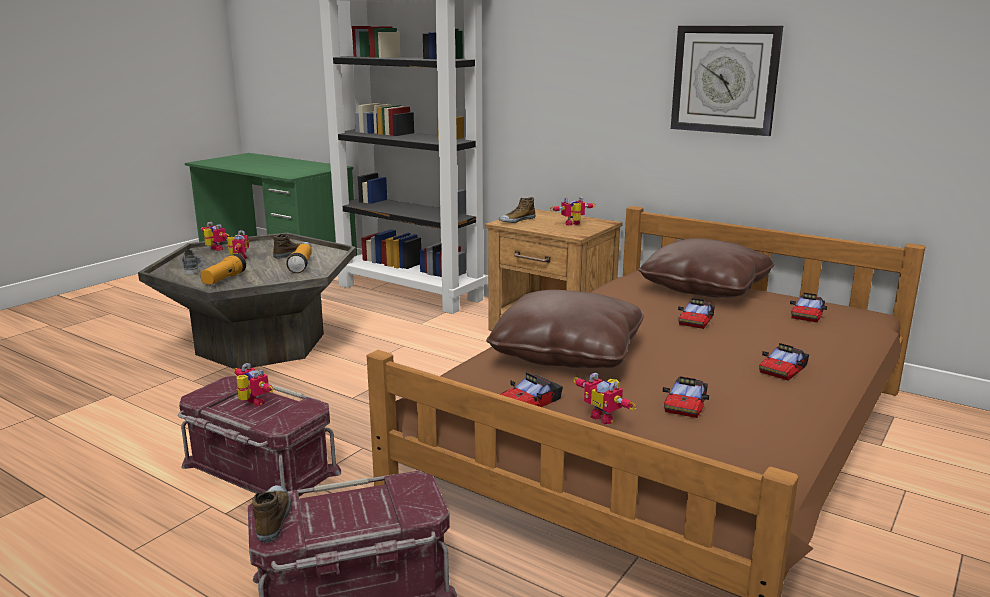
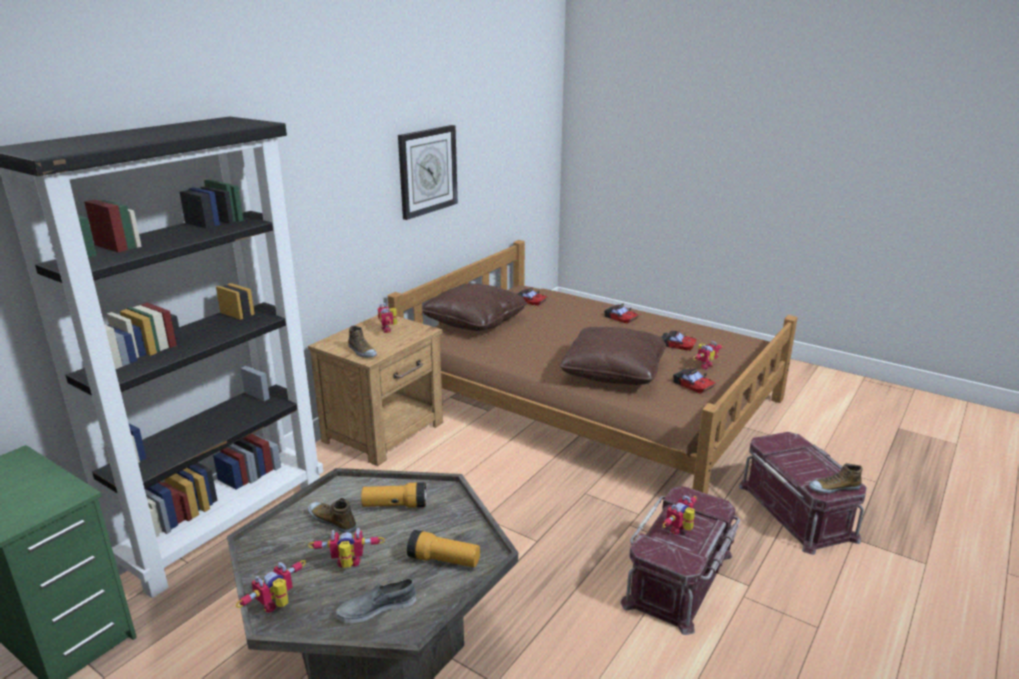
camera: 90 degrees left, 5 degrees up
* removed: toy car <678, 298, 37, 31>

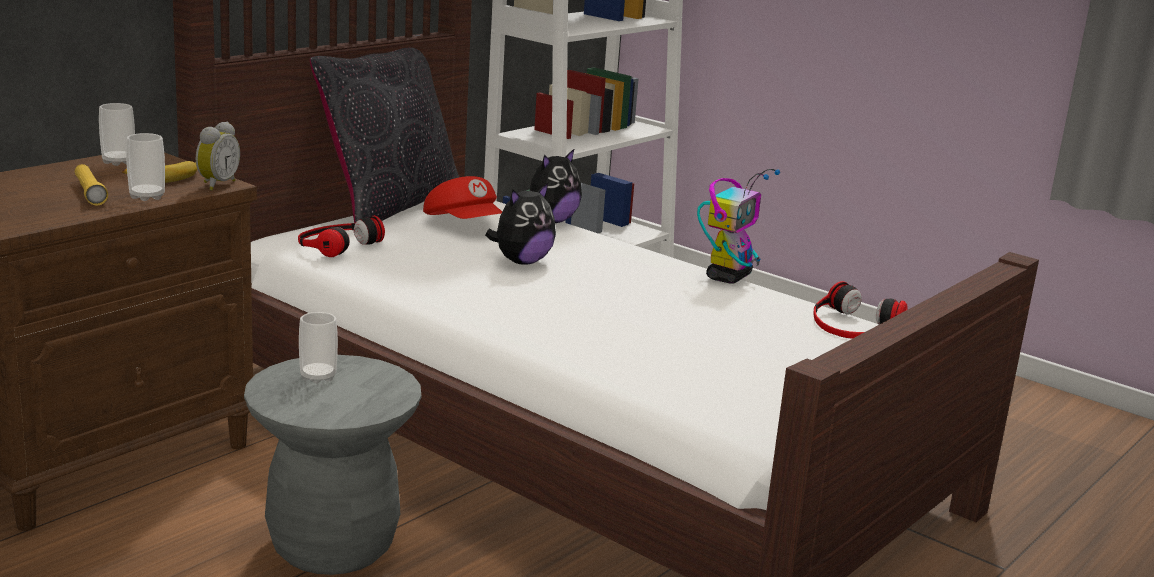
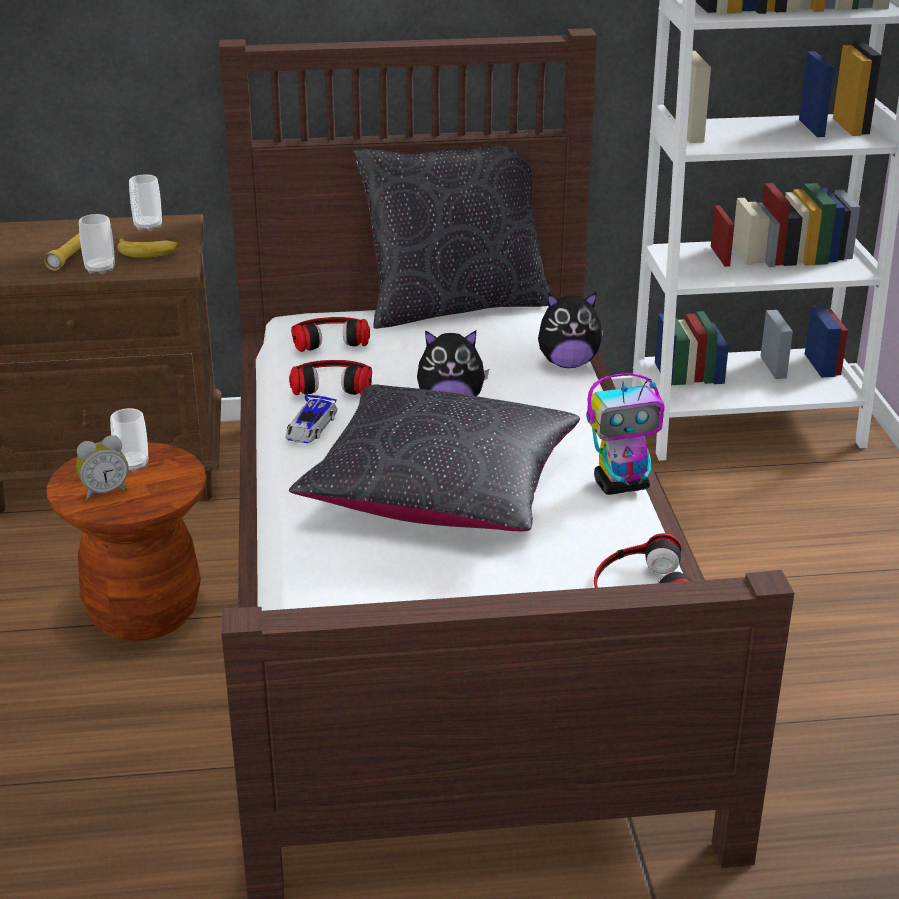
camera: 45 degrees right, 10 degrees up
* moved: alarm clock <196, 121, 44, 70> to <76, 435, 53, 66>
* recoloured: stool (grey) <244, 355, 177, 220> to stool (brown) <47, 442, 160, 199>
* removed: cap (red) <423, 176, 79, 43>
* added: toy car <286, 395, 52, 48>
* added: headphones <289, 360, 83, 35>
* added: pillow (black) <289, 384, 291, 147>

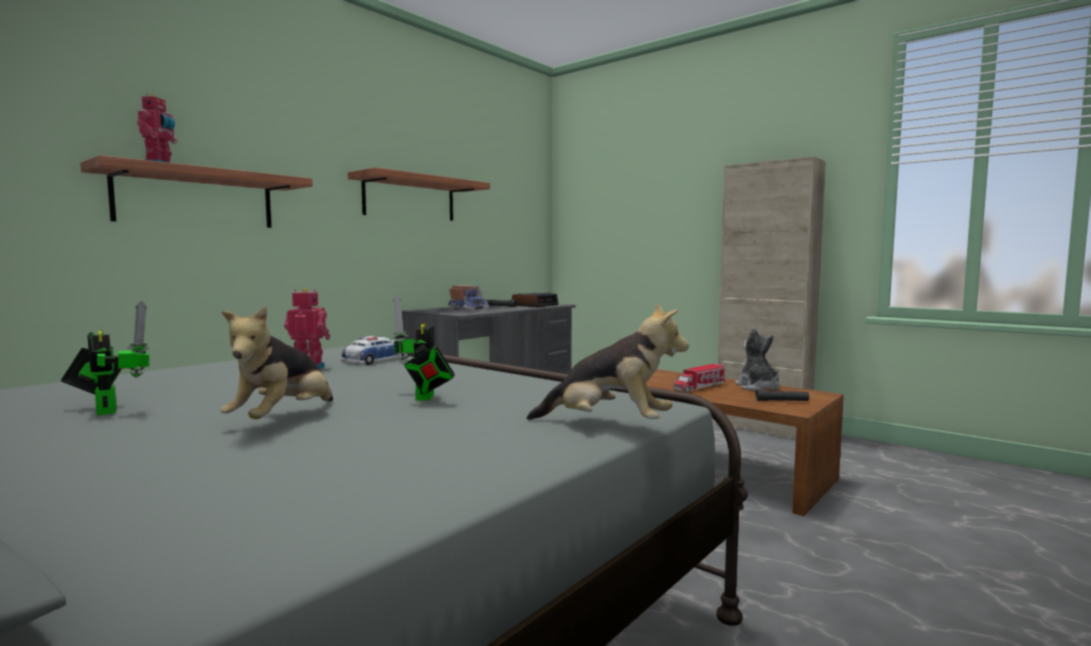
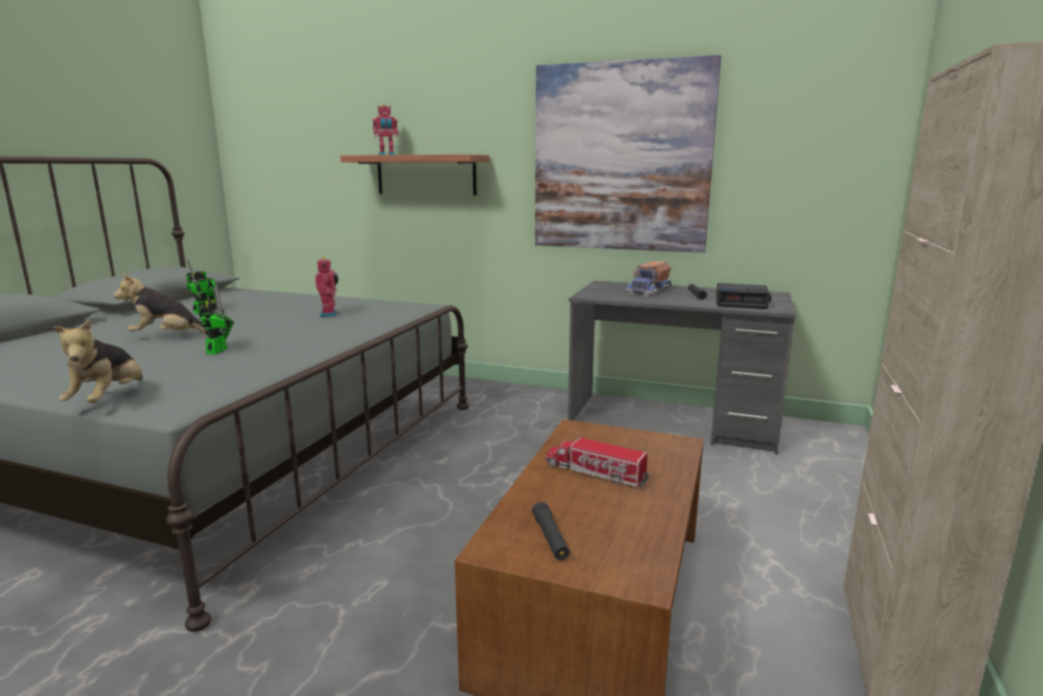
camera: 70 degrees right, 10 degrees up
* removed: toy car <341, 336, 69, 29>
* replaced: shelf <348, 167, 142, 54> to picture <535, 55, 186, 198>
* turned: toy robot <392, 294, 63, 106> = <198, 285, 36, 69> 120 degrees clockwise
* removed: plush toy <735, 328, 44, 63>

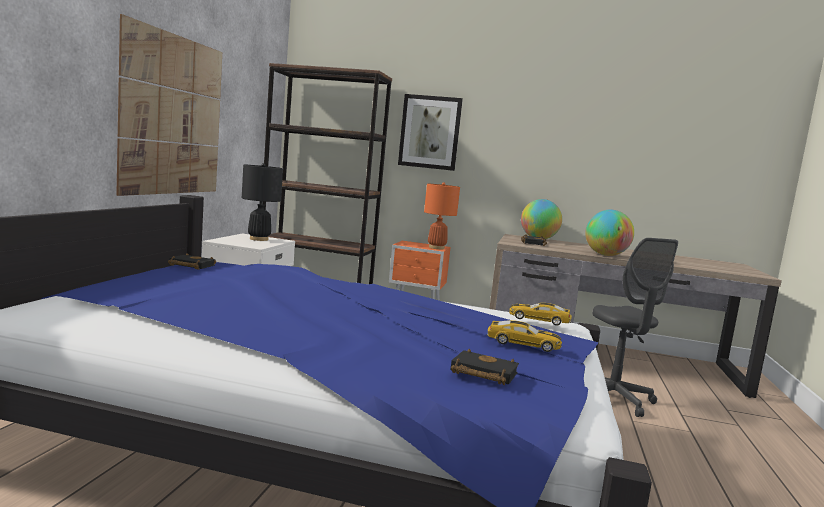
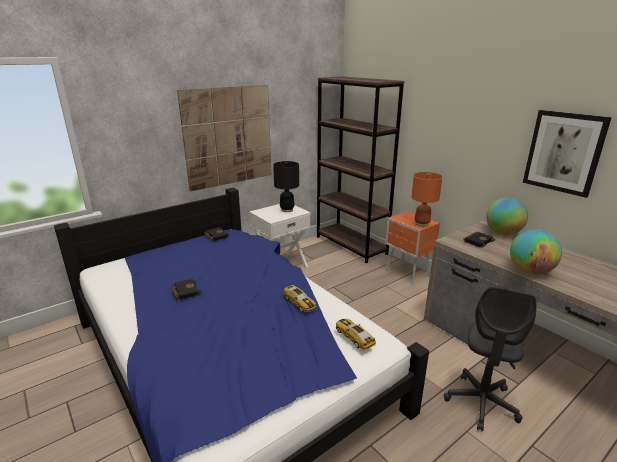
camera: 40 degrees right, 15 degrees up
* moved: picture <398, 94, 65, 77> to <523, 110, 89, 88>
* moved: book (black) <450, 349, 69, 36> to <171, 279, 31, 21>
* moved: toy car <487, 320, 75, 32> to <283, 285, 33, 27>

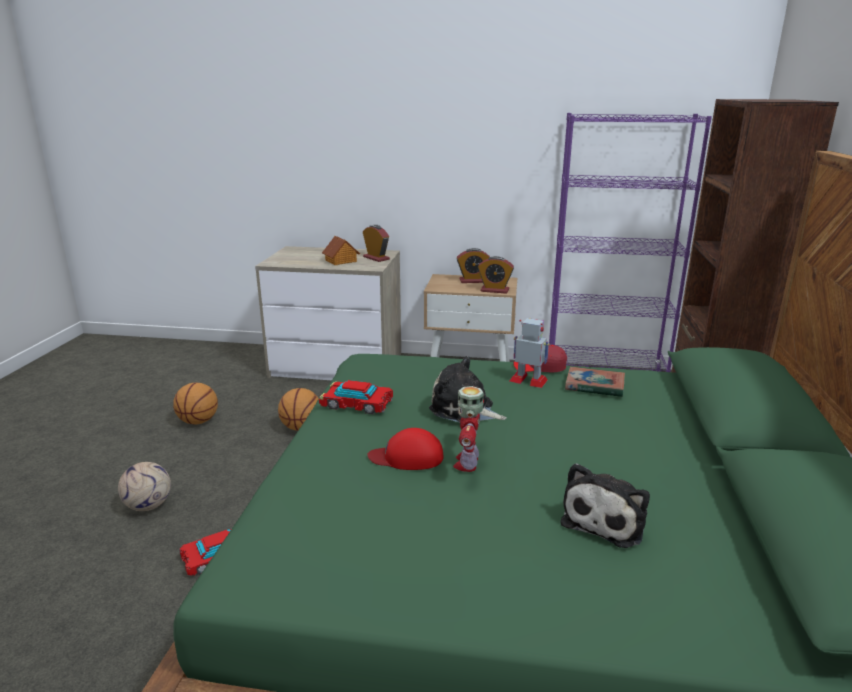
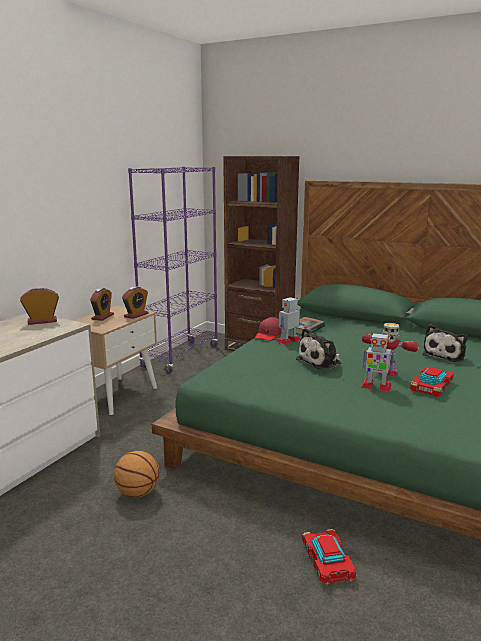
camera: 70 degrees left, 5 degrees down
* removed: football <118, 462, 53, 49>
* removed: basketball <173, 383, 45, 42>
* moved: toy car <319, 380, 74, 34> to <410, 367, 44, 30>
* removed: toy house <322, 236, 38, 29>
* replaced: cap (red) <368, 428, 76, 42> to toy robot <361, 332, 34, 60>
* turned: plush toy <561, 463, 89, 85> = <422, 324, 45, 38> 75 degrees clockwise

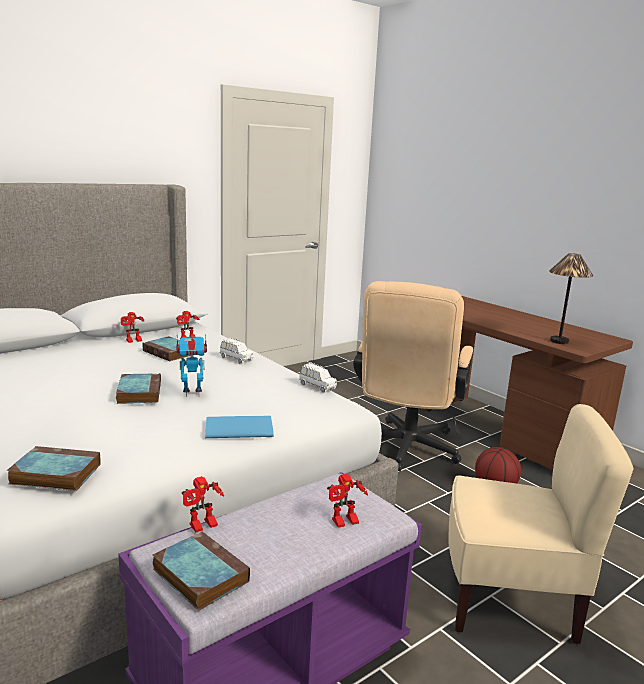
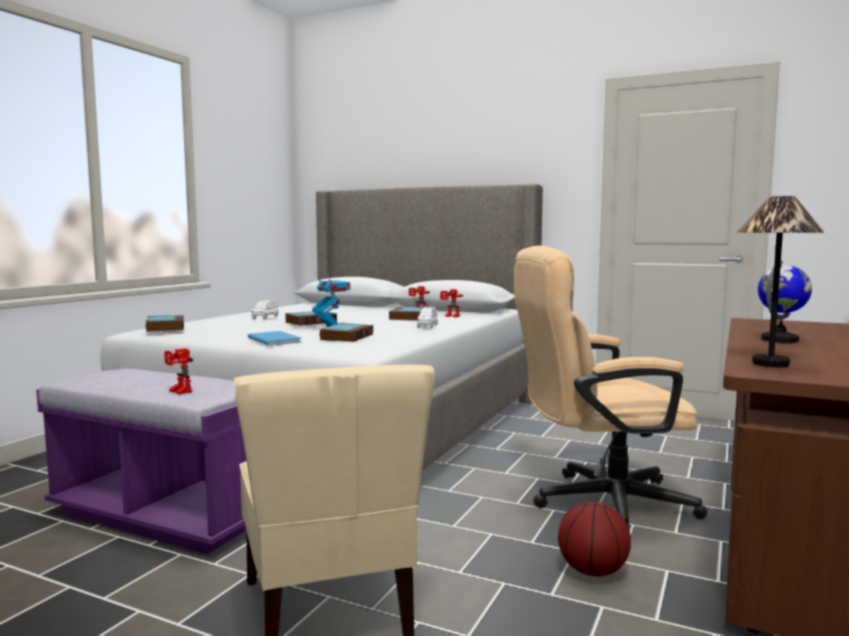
camera: 65 degrees right, 10 degrees down
* moved: book <153, 531, 97, 80> to <319, 323, 54, 19>
* removed: toy robot <182, 476, 42, 56>
* moved: toy car (white) <299, 363, 38, 30> to <251, 299, 27, 21>
* added: globe <758, 261, 54, 82>

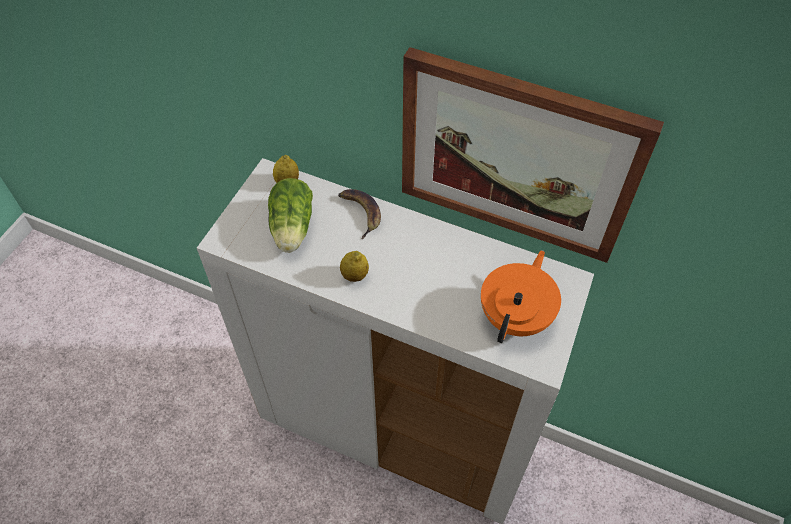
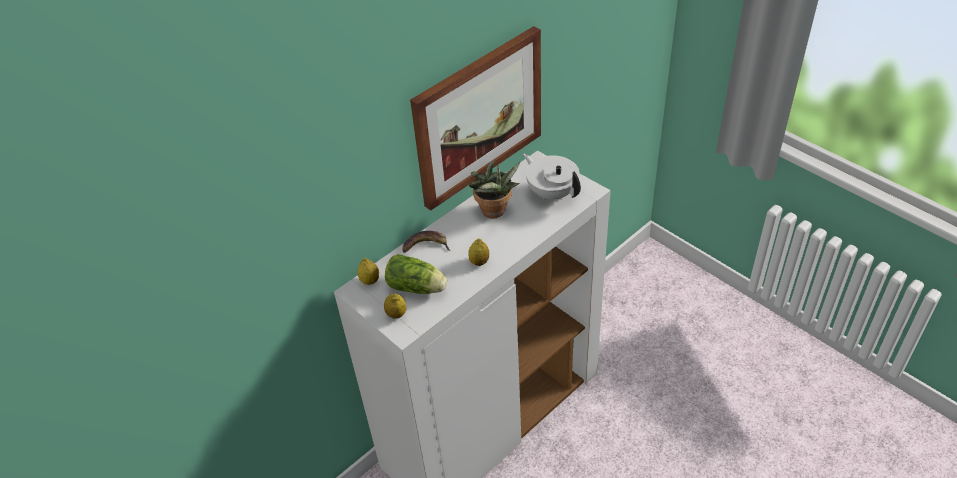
camera: 65 degrees left, 10 degrees down
* recoloured: teapot (orange) <481, 250, 80, 93> to teapot (white) <523, 153, 58, 47>
* added: lemon <384, 294, 22, 25>
* added: potted plant <468, 160, 52, 59>

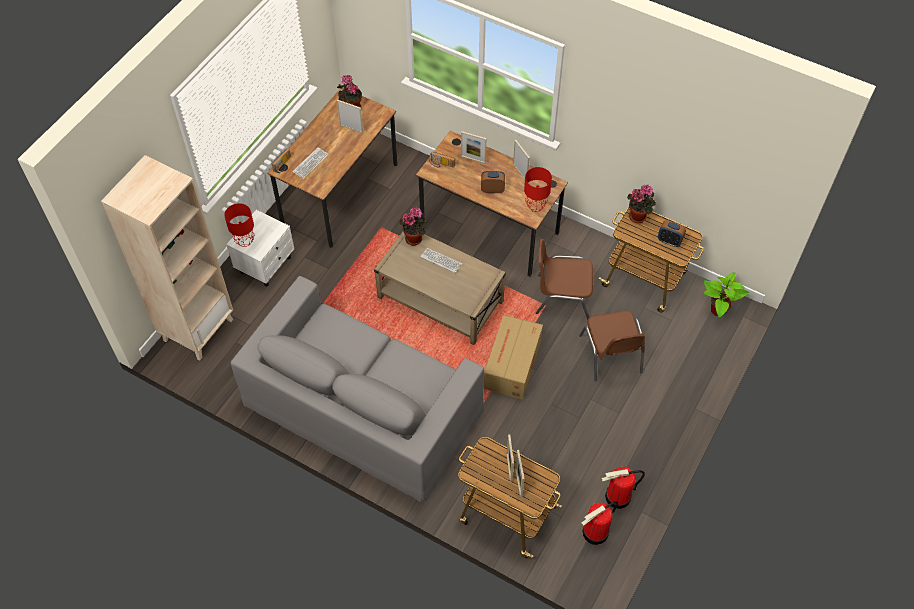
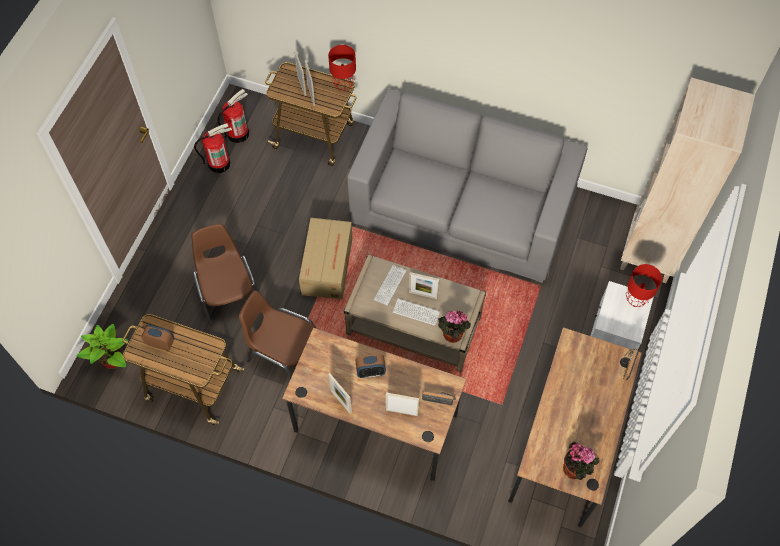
camera: 170 degrees right, 5 degrees up
* moved: keyboard <293, 147, 36, 32> to <374, 265, 33, 41>
* moved: picture frame <337, 100, 26, 33> to <409, 272, 30, 27>
* moved: table lamp (red) <524, 167, 28, 45> to <328, 45, 28, 47>
* turned: chair (brown) <536, 239, 57, 80> = <239, 290, 77, 88> 150 degrees counterclockwise
* removed: potted plant <627, 185, 29, 38>

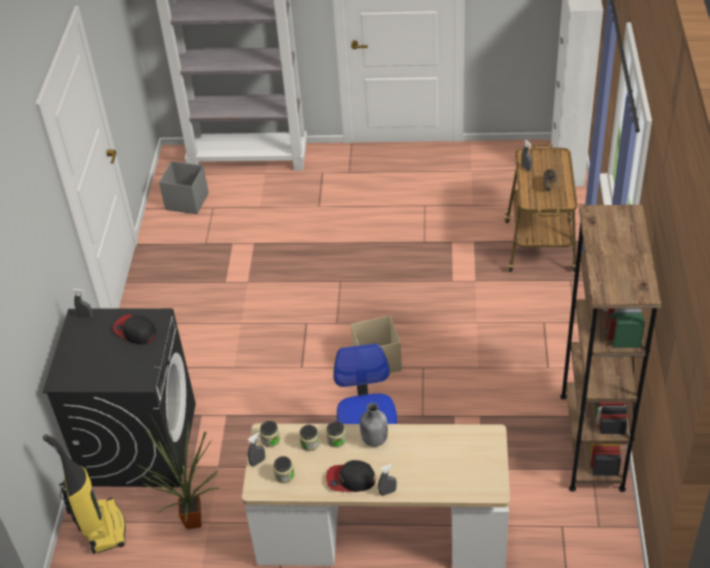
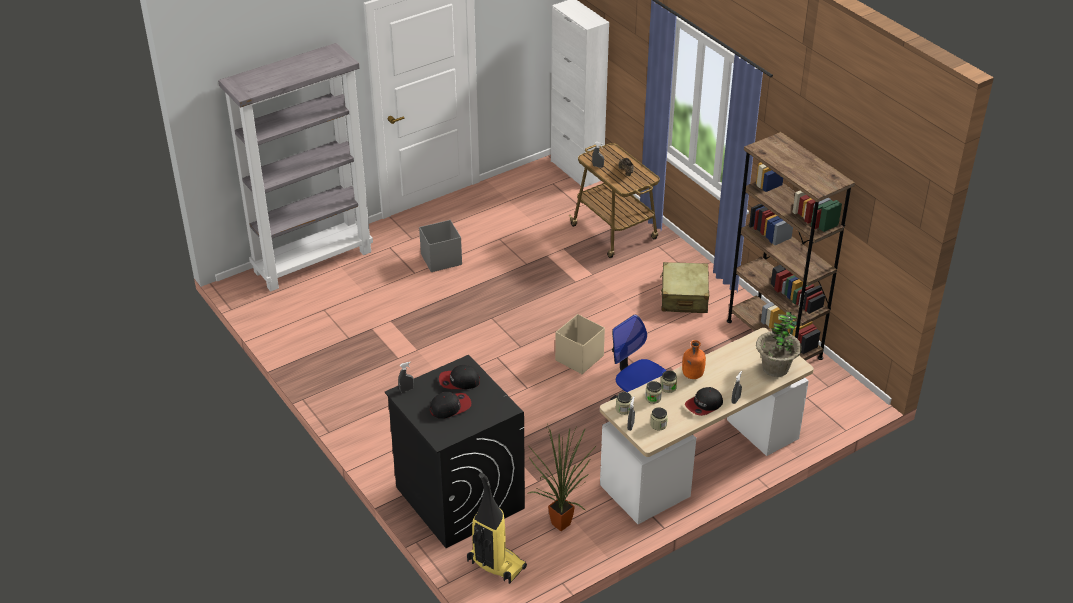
camera: 40 degrees left, 5 degrees down
* moved: storage box (grey) <159, 161, 50, 53> to <419, 220, 43, 52>
* recoloured: bottle (grey) <360, 403, 28, 44> to bottle (orange) <682, 340, 24, 39>
* added: cap <430, 392, 41, 27>
* added: suitcase (beige) <660, 262, 49, 51>
* added: potted plant <756, 312, 46, 65>

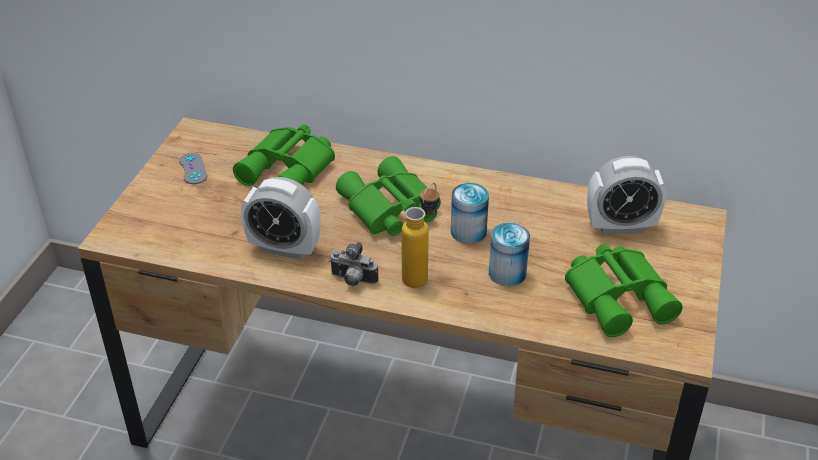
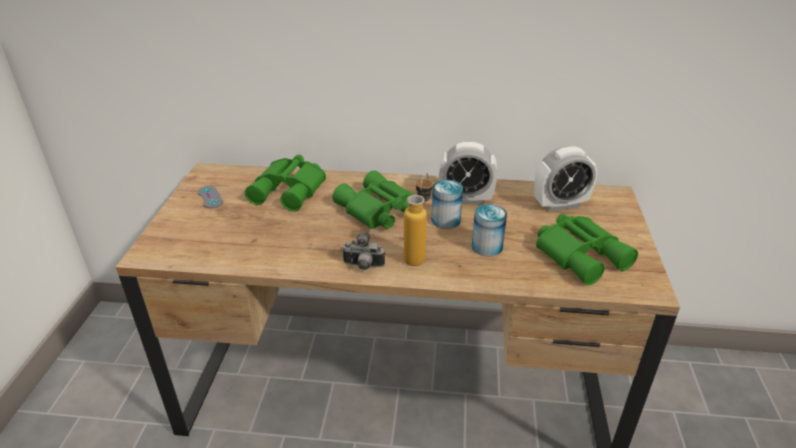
camera: 10 degrees left, 5 degrees down
* moved: alarm clock <241, 177, 80, 83> to <439, 142, 58, 63>

